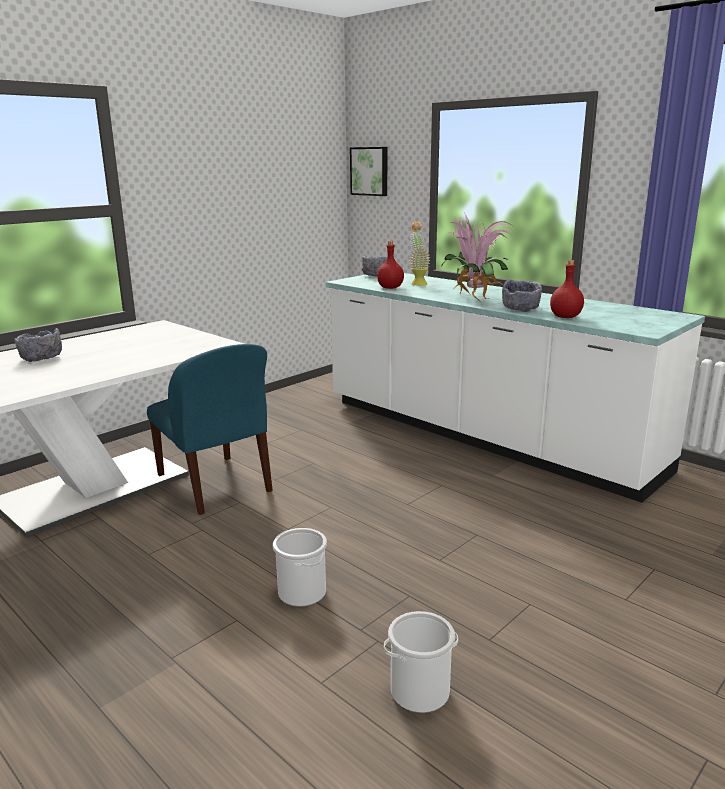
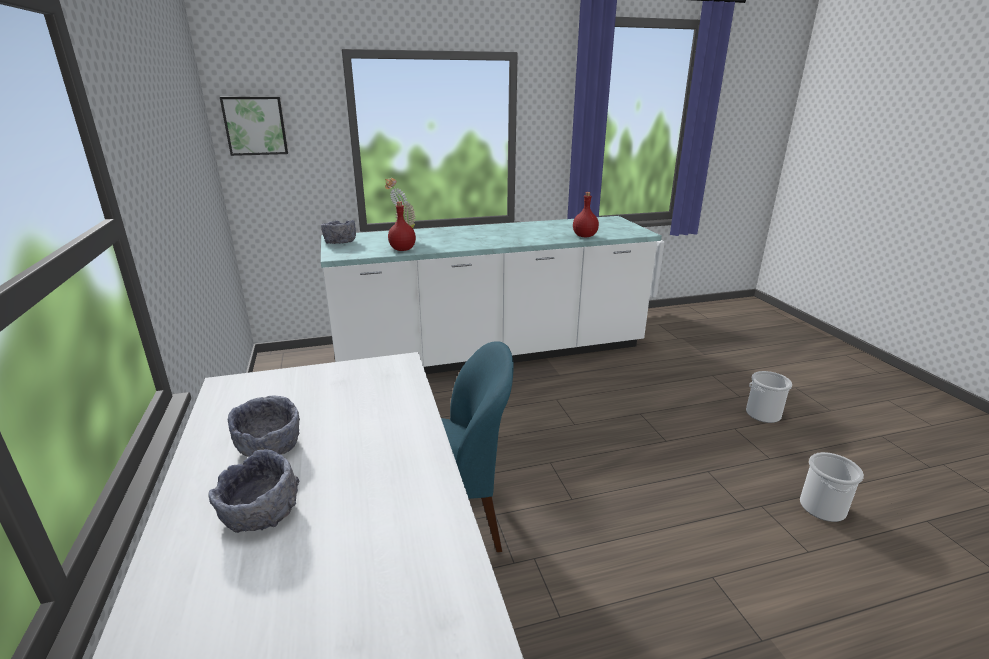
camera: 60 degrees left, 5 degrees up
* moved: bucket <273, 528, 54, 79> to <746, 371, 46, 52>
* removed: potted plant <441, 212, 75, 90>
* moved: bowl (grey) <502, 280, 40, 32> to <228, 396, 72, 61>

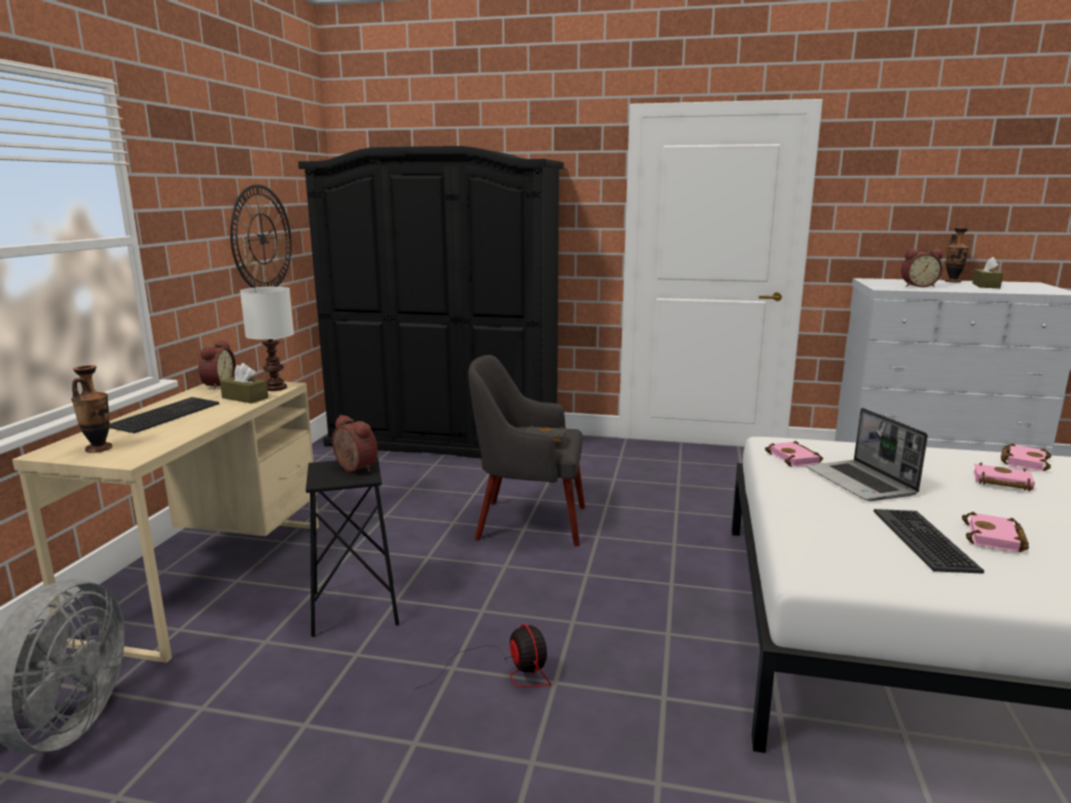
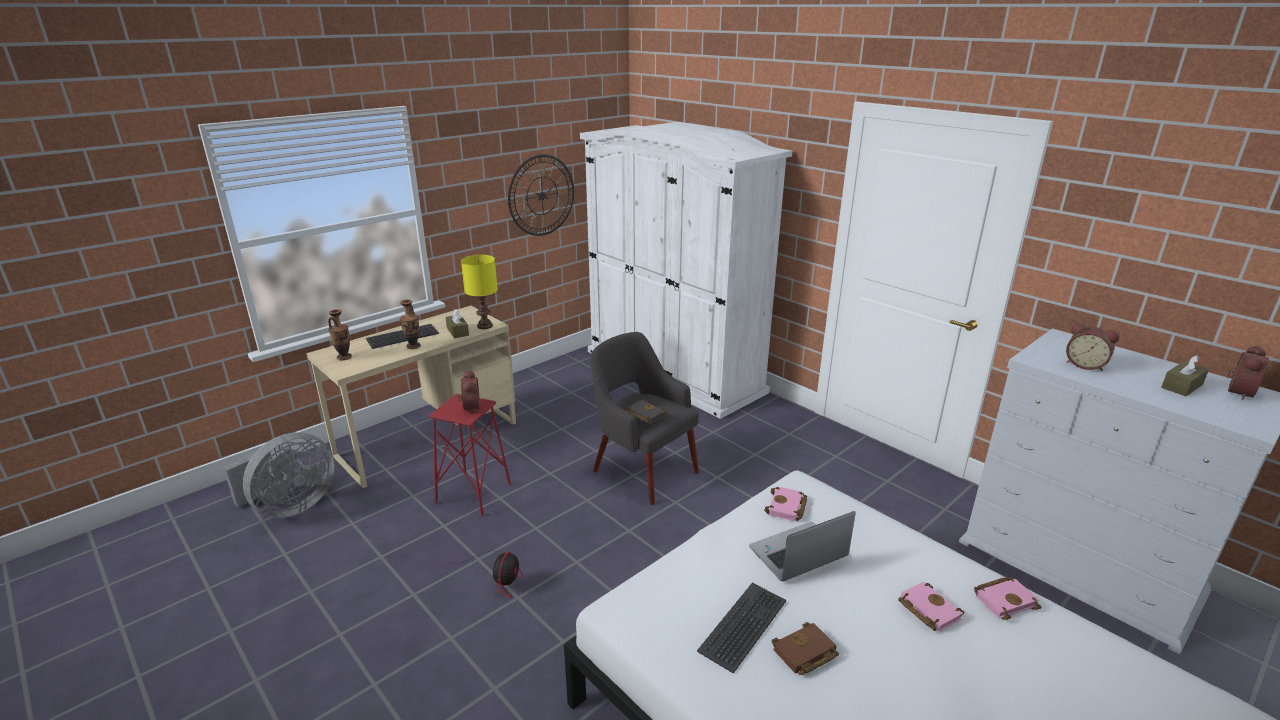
camera: 35 degrees right, 10 degrees up
* moved: alarm clock <198, 340, 38, 50> to <1227, 345, 42, 55>
* recoloured: table lamp (white) <240, 287, 54, 104> to table lamp (yellow) <461, 255, 37, 74>
* recoloured: wardrobe (black) <298, 146, 266, 312> to wardrobe (white) <580, 122, 212, 297>
* recoloured: stool (black) <306, 457, 93, 180> to stool (red) <429, 394, 82, 123>
* turned: laptop <807, 408, 121, 93> = <749, 511, 107, 70> 45 degrees clockwise
* moved: vase <945, 228, 24, 54> to <400, 299, 21, 50>
* recoloured: book (pink) <962, 512, 67, 40> to book (brown) <772, 622, 67, 53>

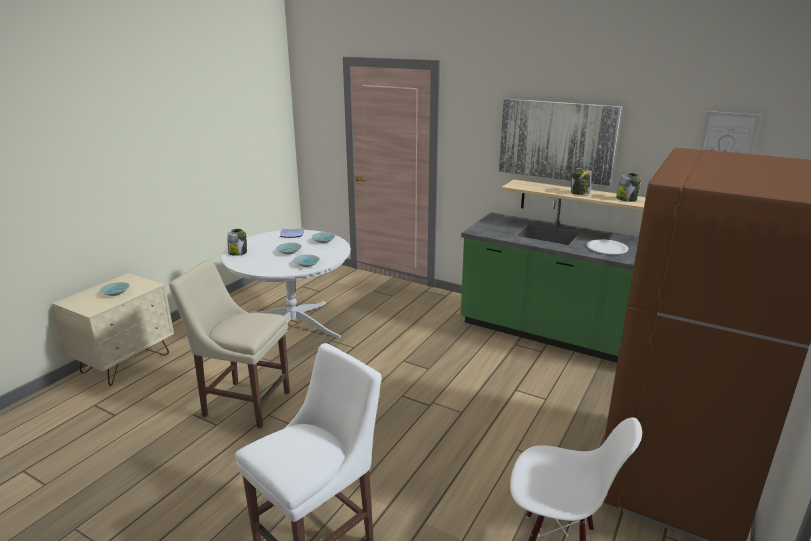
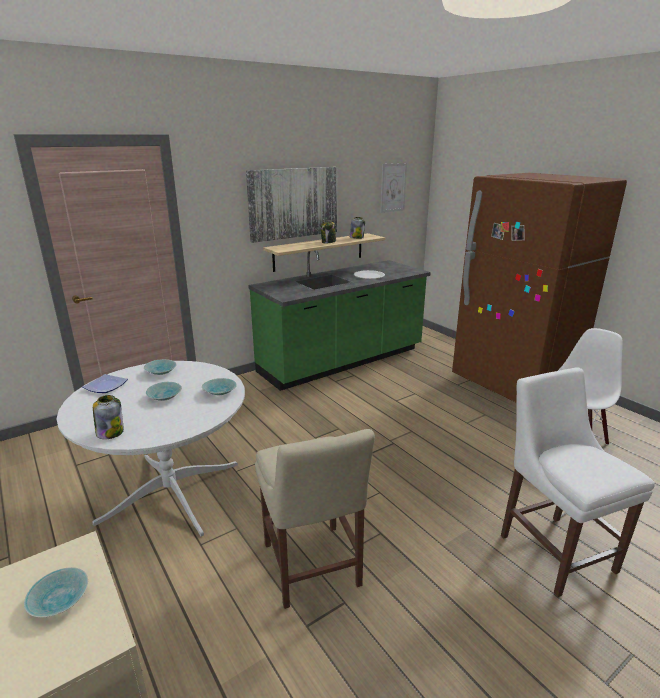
camera: 65 degrees left, 0 degrees up
* turned: chair (beige) <169, 259, 121, 169> = <255, 429, 120, 180> 60 degrees counterclockwise

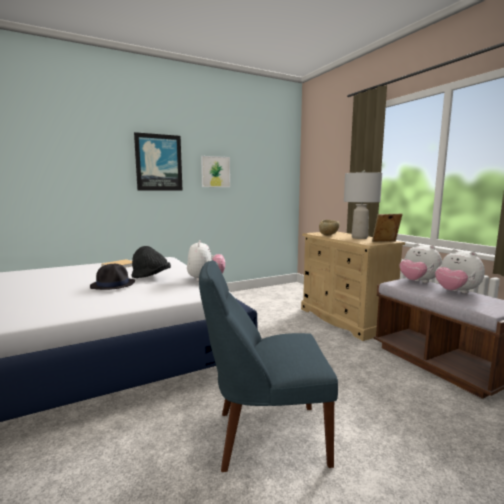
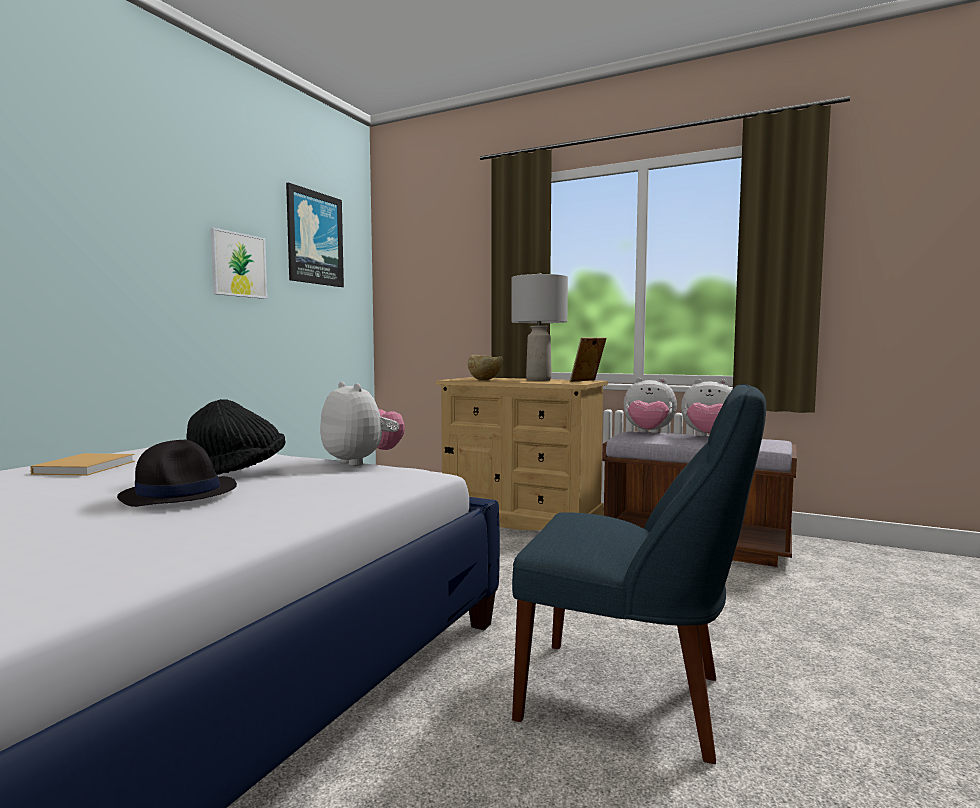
camera: 35 degrees left, 5 degrees down
* moved: picture <134, 132, 48, 58> to <286, 182, 58, 105>
* turned: chair (blue) <199, 260, 139, 212> = <512, 384, 254, 380> 120 degrees counterclockwise

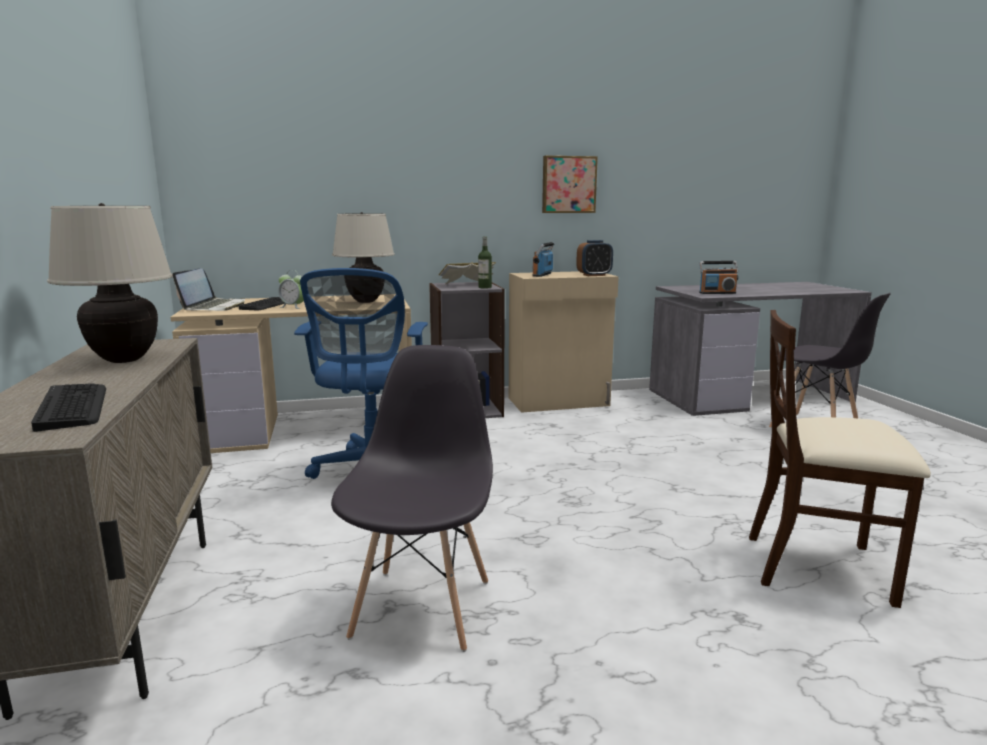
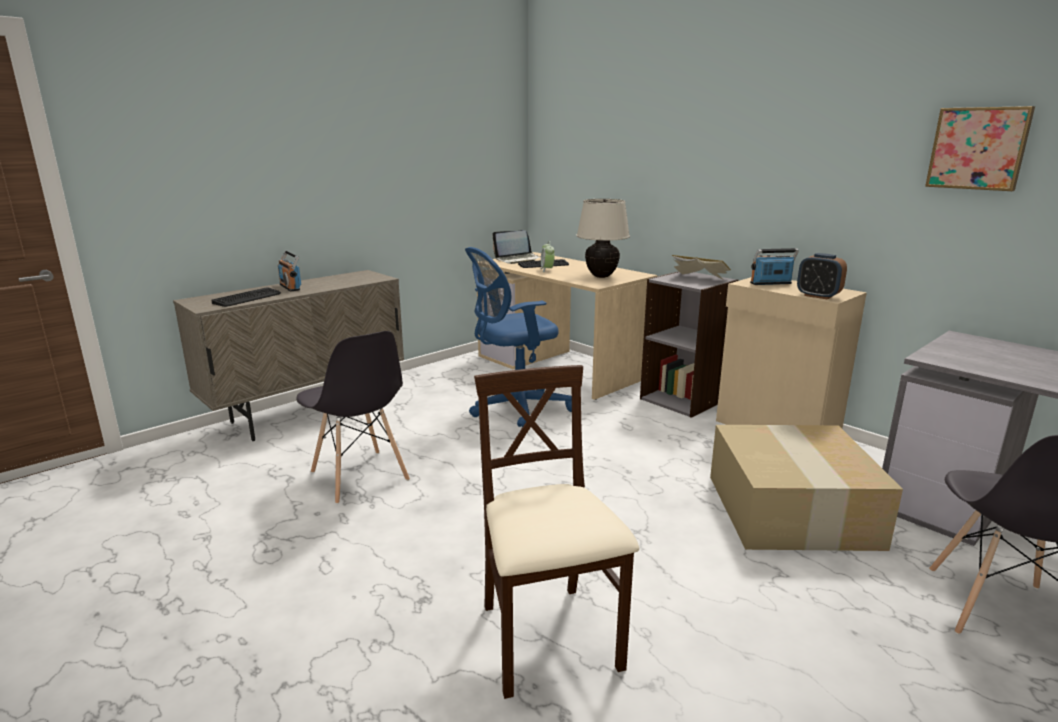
camera: 60 degrees right, 5 degrees up
* removed: table lamp (beige) <47, 203, 126, 160>
* turned: chair (grey) <331, 345, 162, 307> = <296, 331, 114, 173> 75 degrees clockwise
* removed: bottle <478, 236, 14, 53>
* moved: picture <542, 156, 56, 57> to <925, 106, 110, 85>
* moved: radio <699, 261, 39, 33> to <278, 251, 23, 40>
* added: cardboard box <710, 425, 193, 126>

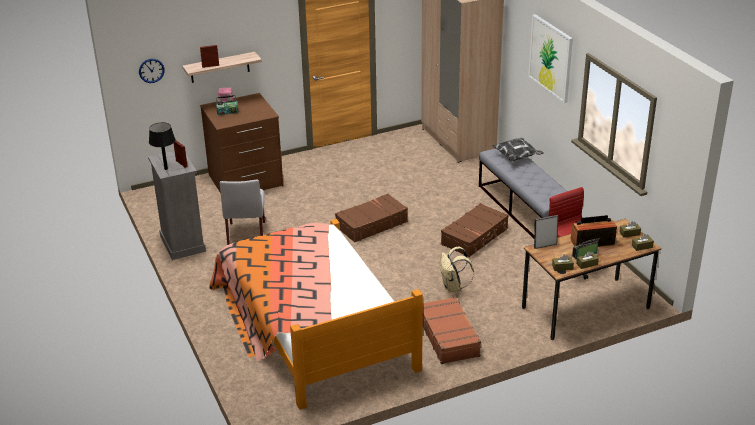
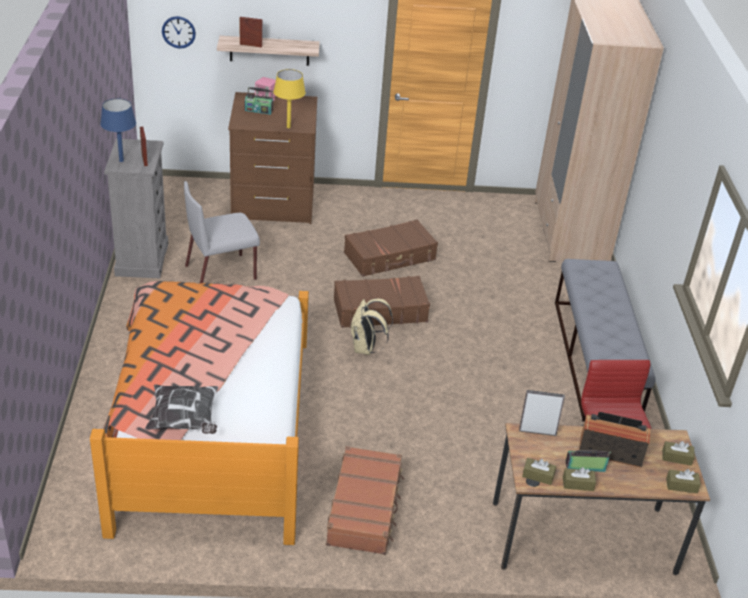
camera: 20 degrees right, 5 degrees up
* recoloured: table lamp (black) <149, 122, 26, 48> to table lamp (blue) <100, 98, 36, 64>
* turned: chair (grey) <219, 180, 46, 65> = <184, 181, 76, 102> 45 degrees clockwise
* moved: backpack (beige) <440, 247, 34, 45> to <350, 298, 43, 57>
* moved: suitcase (brown) <441, 203, 68, 54> to <344, 219, 94, 58>
* moved: pillow <492, 138, 52, 24> to <145, 384, 73, 50>
* removed: picture <528, 14, 45, 89>
* added: table lamp (yellow) <273, 69, 33, 59>

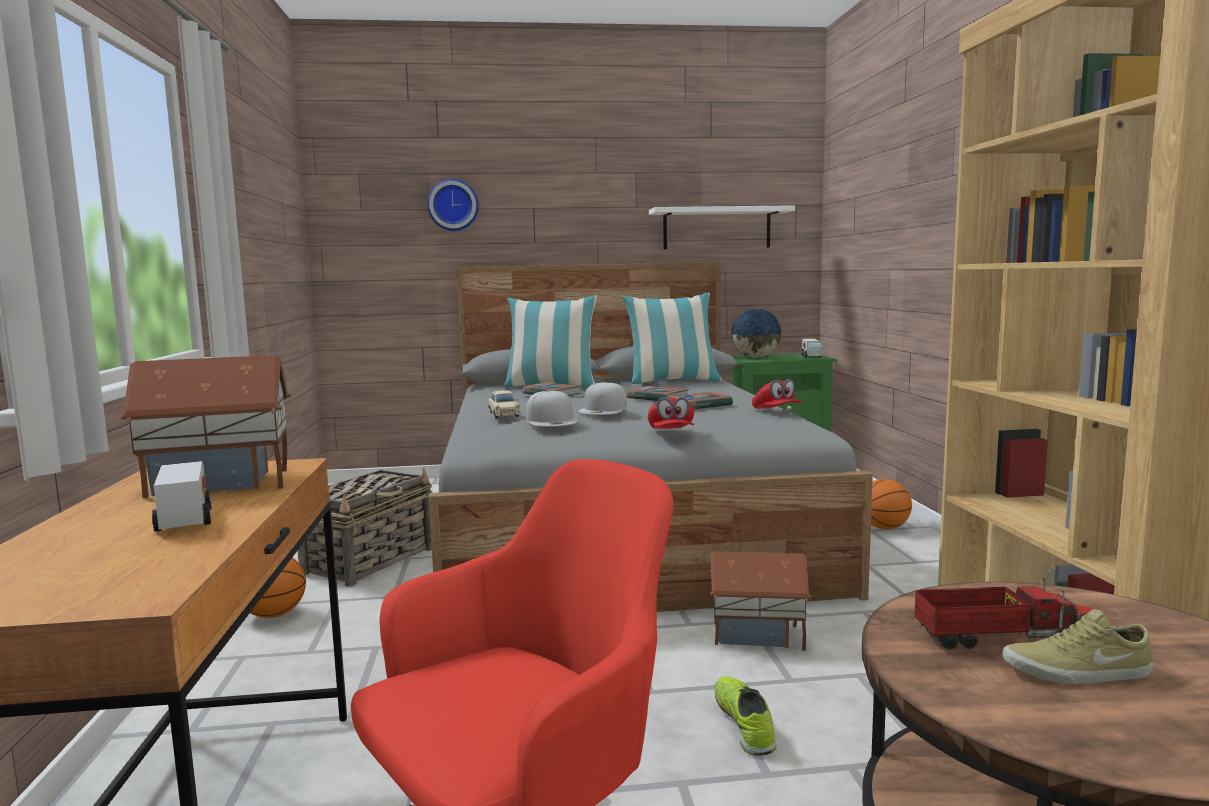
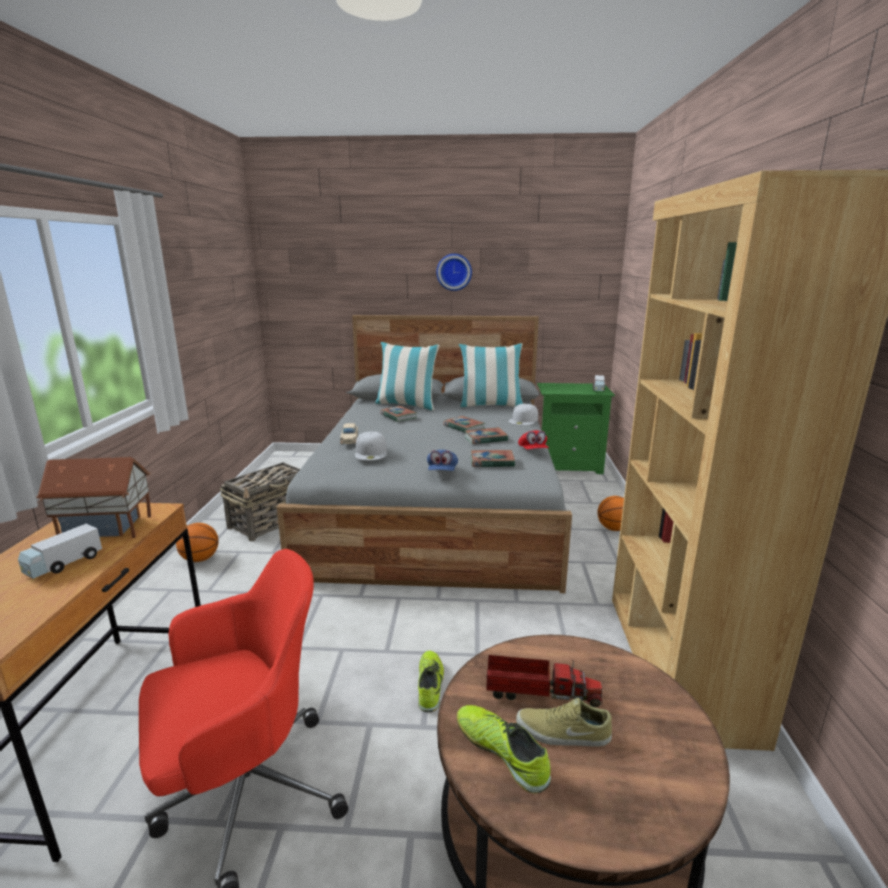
camera: 10 degrees right, 10 degrees up
* turned: toy truck <152, 461, 60, 70> = <18, 524, 84, 55> 135 degrees counterclockwise
* moved: wall clock <427, 179, 52, 52> to <436, 254, 36, 37>
* moved: cap (white) <578, 382, 49, 33> to <509, 404, 29, 22>
* recoloured: cap (red) <648, 397, 46, 32> to cap (blue) <427, 450, 31, 21>
* removed: shelf (white) <649, 205, 146, 44>
* removed: toy house <710, 552, 101, 99>
* removed: globe <730, 309, 52, 49>
* added: shoe <456, 705, 95, 88>
* added: book <471, 450, 44, 17>

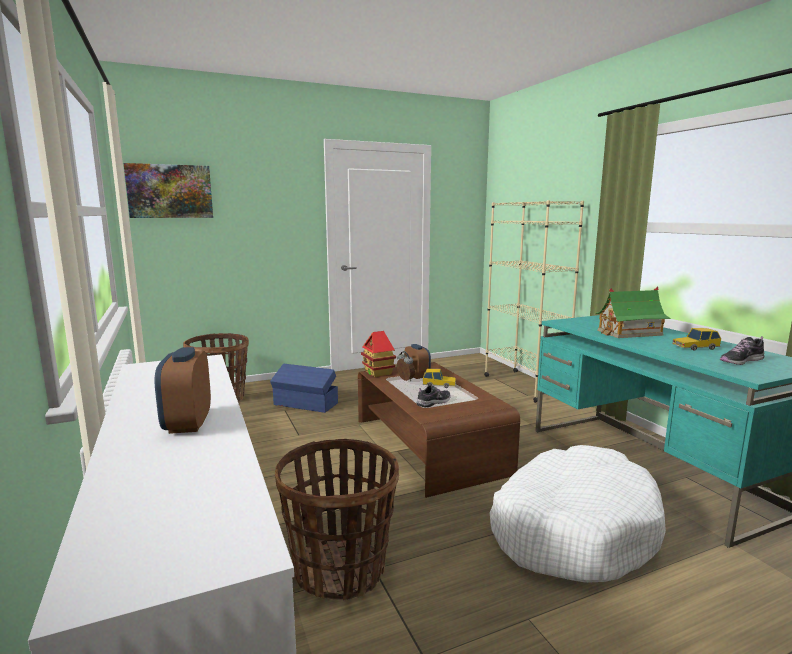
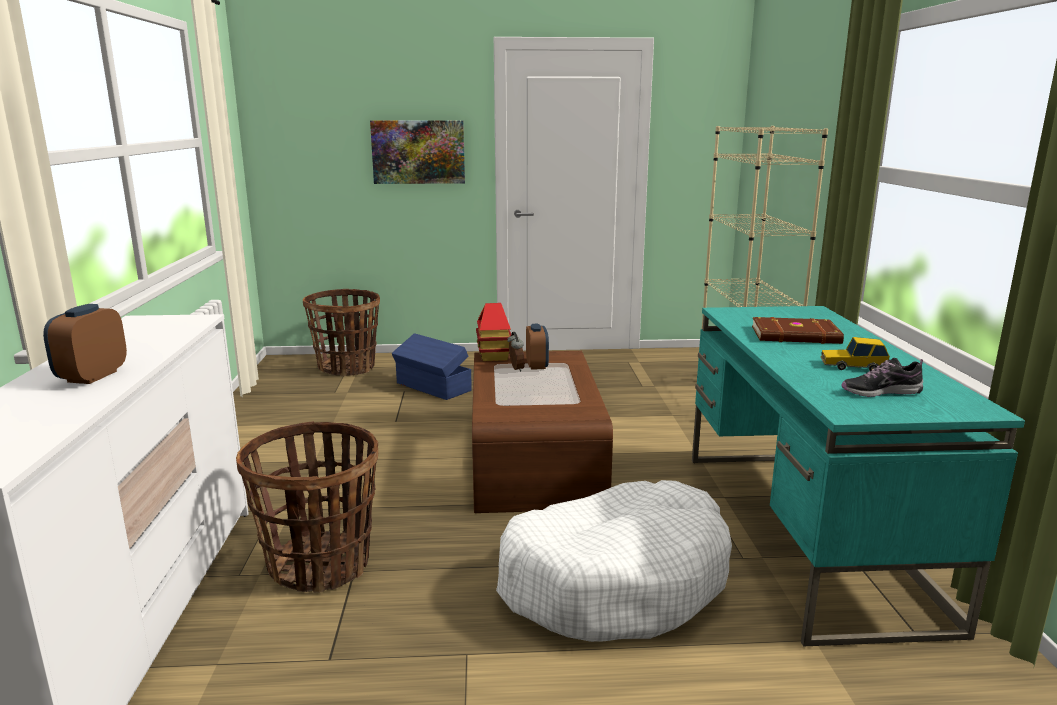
camera: 20 degrees right, 5 degrees up
* moved: picture <123, 163, 90, 55> to <370, 121, 95, 63>
* removed: shoe <417, 384, 34, 24>
* removed: toy car <423, 369, 33, 19>
* replaced: toy house <595, 287, 76, 51> to book (brown) <752, 317, 92, 27>

